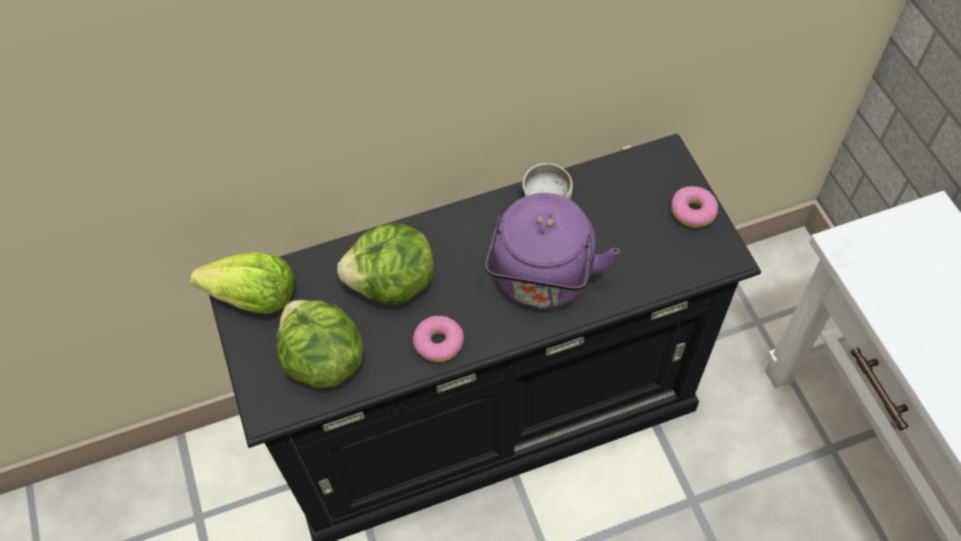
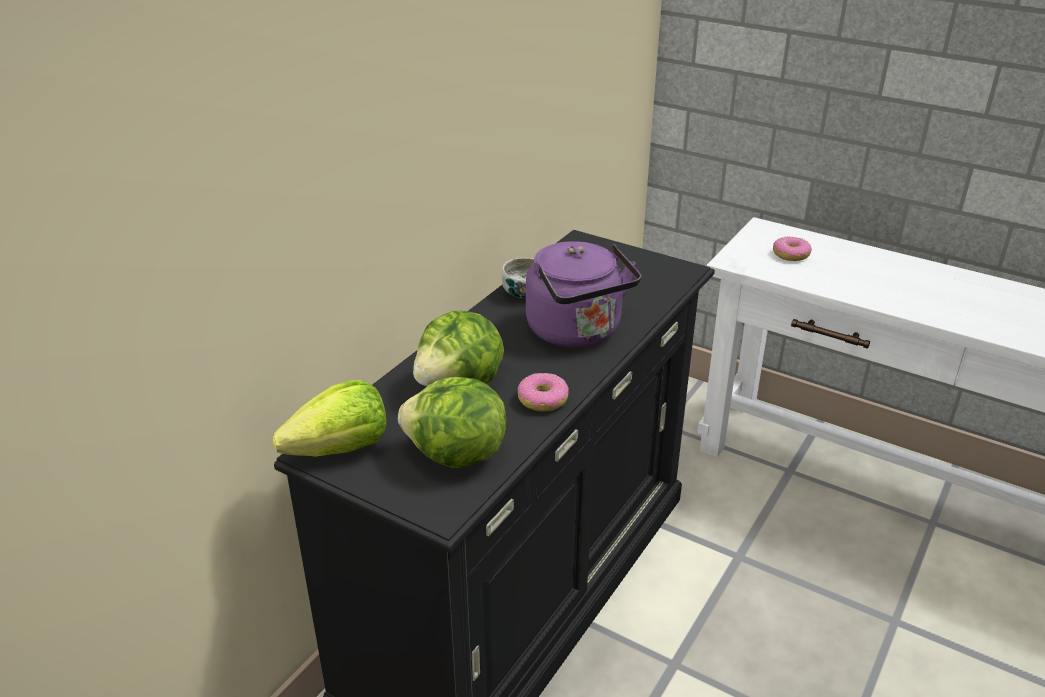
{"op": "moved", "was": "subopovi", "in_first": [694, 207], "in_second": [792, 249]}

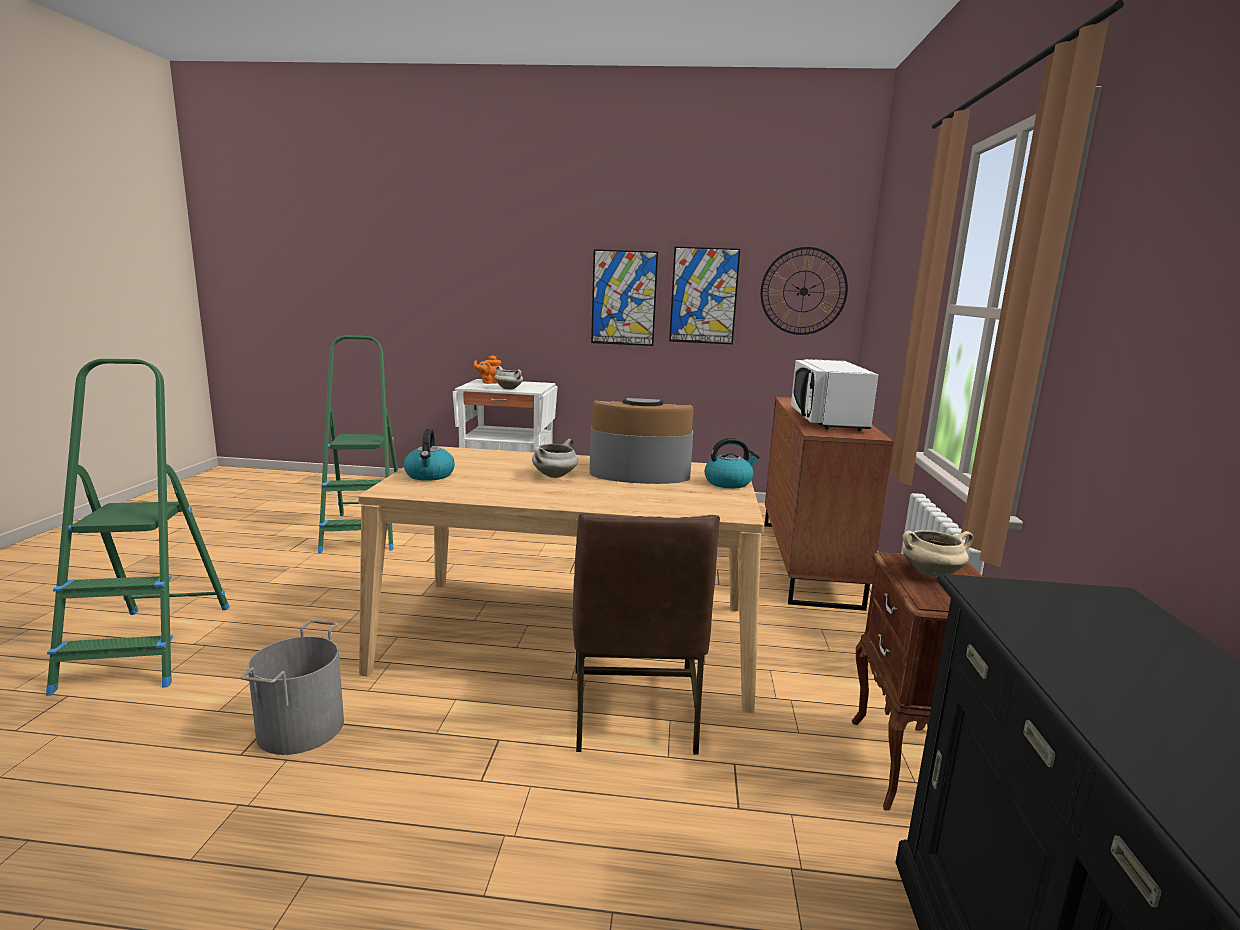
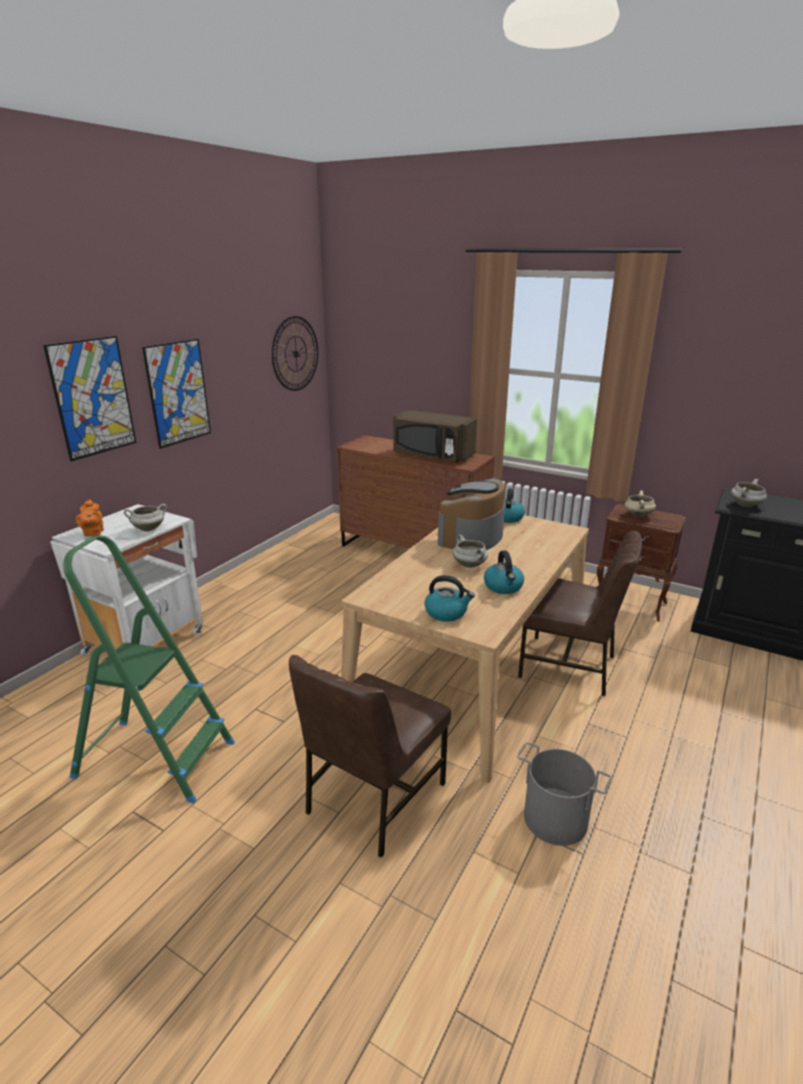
{"op": "removed", "was": "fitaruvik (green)", "in_first": [138, 527]}
{"op": "moved", "was": "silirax", "in_first": [704, 295], "in_second": [89, 398]}
{"op": "recoloured", "was": "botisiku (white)", "now": "botisiku (brown)", "in_first": [834, 395], "in_second": [435, 436]}
{"op": "added", "now": "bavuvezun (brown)", "in_second": [370, 756]}
{"op": "added", "now": "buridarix", "in_second": [504, 572]}
{"op": "added", "now": "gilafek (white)", "in_second": [749, 493]}

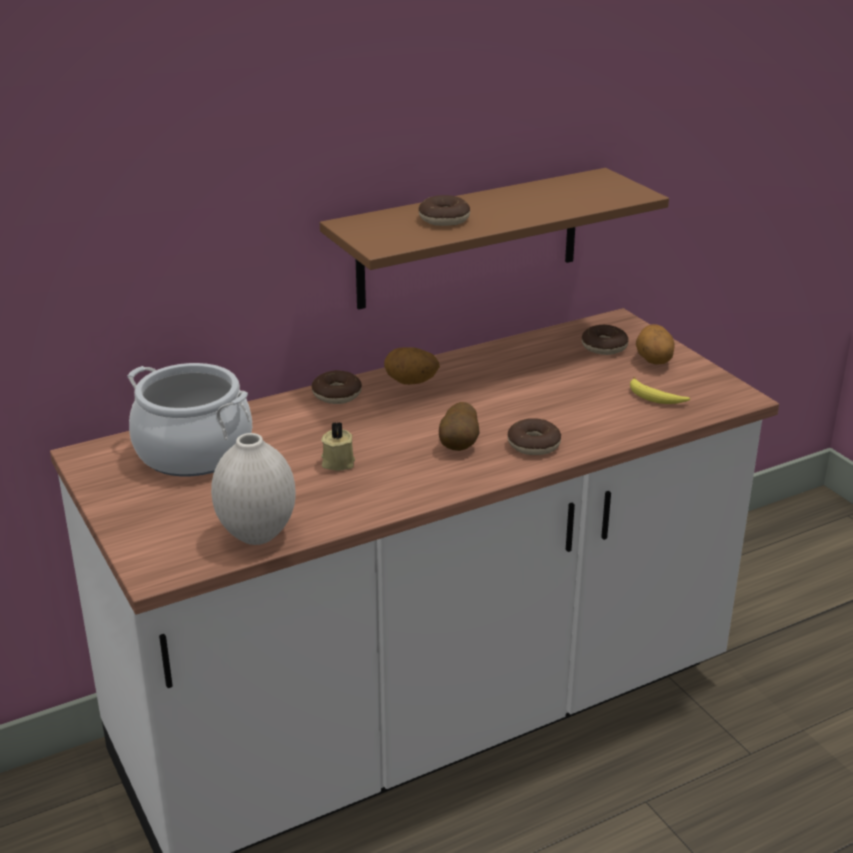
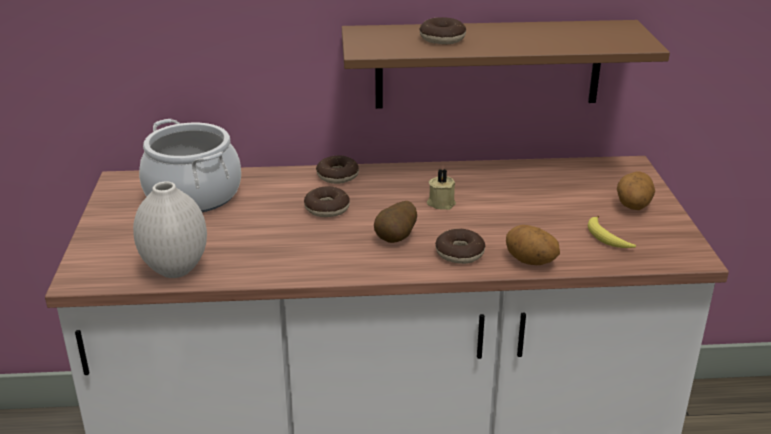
{"op": "moved", "was": "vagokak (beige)", "in_first": [338, 446], "in_second": [441, 189]}
{"op": "moved", "was": "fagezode", "in_first": [412, 366], "in_second": [533, 245]}
{"op": "moved", "was": "subopovi", "in_first": [605, 340], "in_second": [327, 201]}

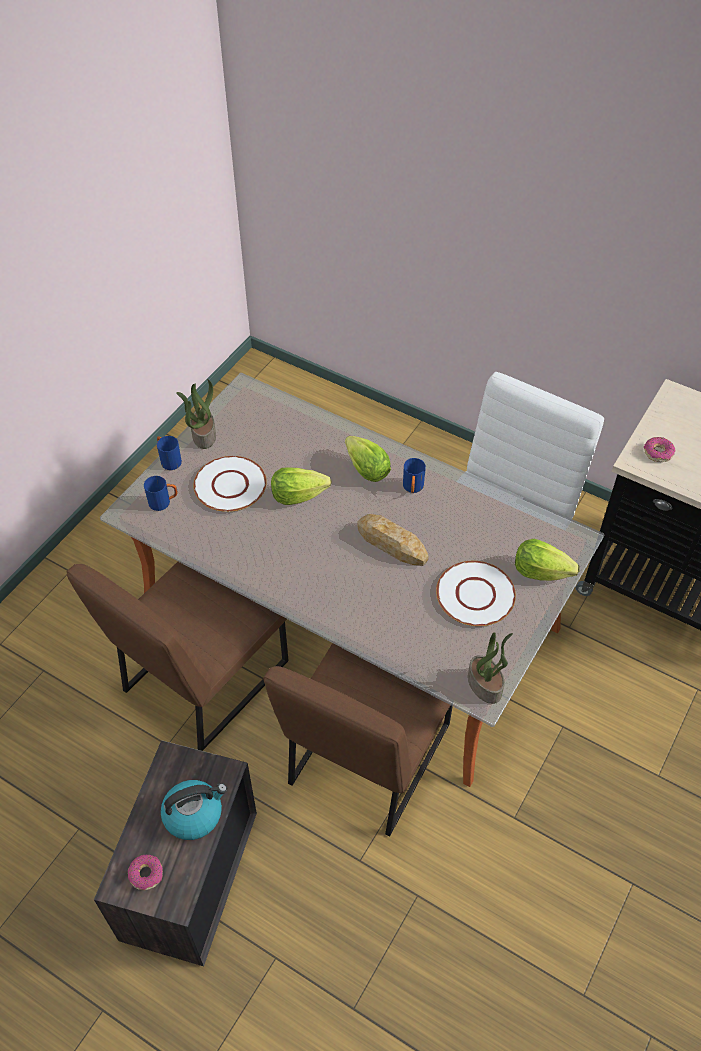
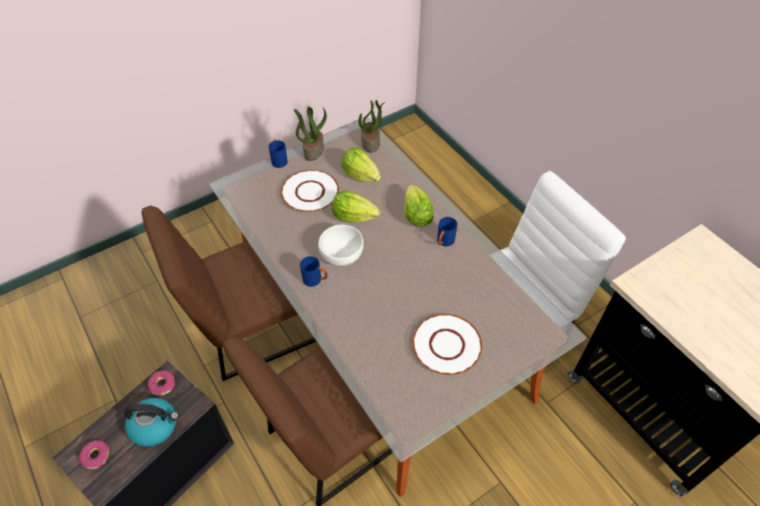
{"op": "moved", "was": "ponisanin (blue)", "in_first": [161, 493], "in_second": [314, 271]}
{"op": "removed", "was": "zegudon", "in_first": [393, 540]}
{"op": "moved", "was": "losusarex", "in_first": [490, 668], "in_second": [371, 126]}
{"op": "moved", "was": "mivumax", "in_first": [547, 560], "in_second": [361, 165]}
{"op": "moved", "was": "subopovi", "in_first": [660, 449], "in_second": [161, 382]}
{"op": "added", "now": "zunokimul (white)", "in_second": [341, 245]}

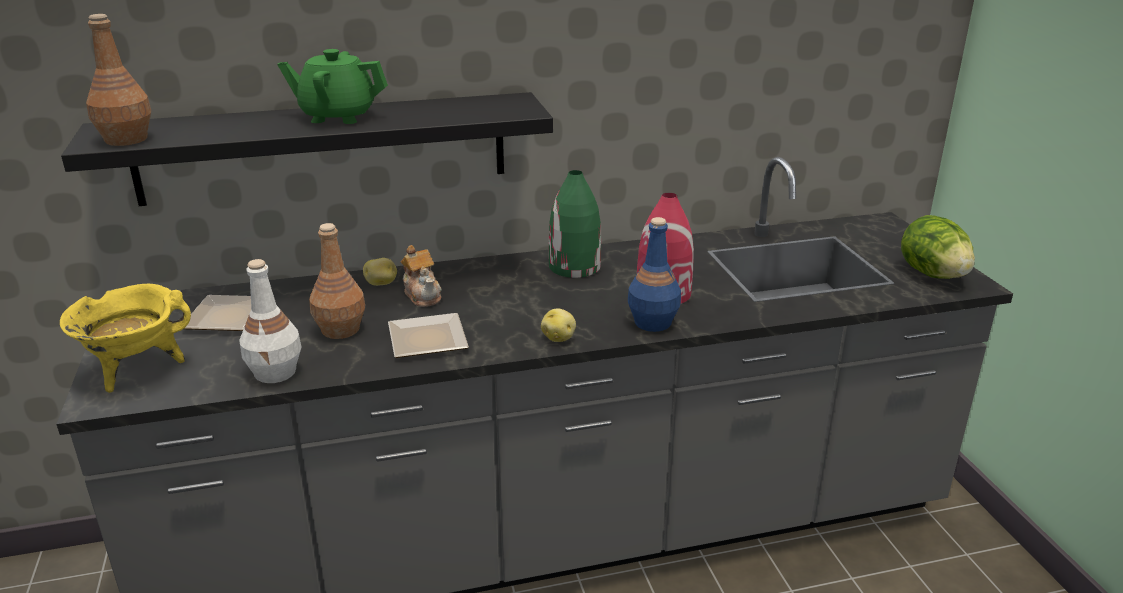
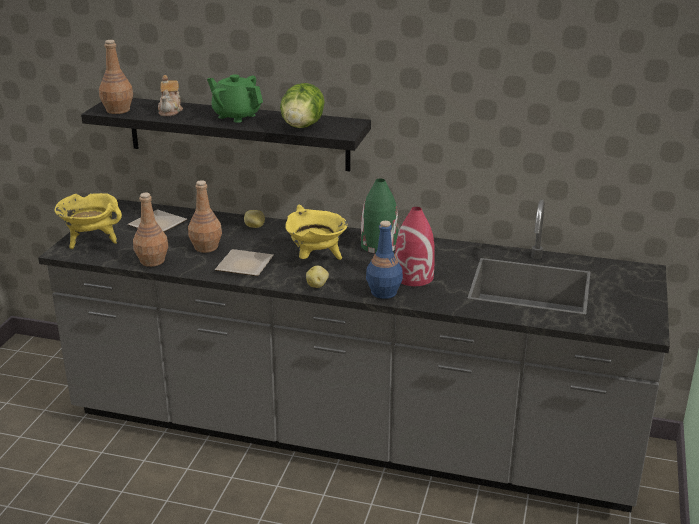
{"op": "recoloured", "was": "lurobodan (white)", "now": "lurobodan (brown)", "in_first": [270, 321], "in_second": [150, 230]}
{"op": "moved", "was": "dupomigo", "in_first": [421, 276], "in_second": [170, 95]}
{"op": "moved", "was": "mivumax", "in_first": [938, 247], "in_second": [302, 105]}
{"op": "added", "now": "gilafek (yellow)", "in_second": [316, 232]}

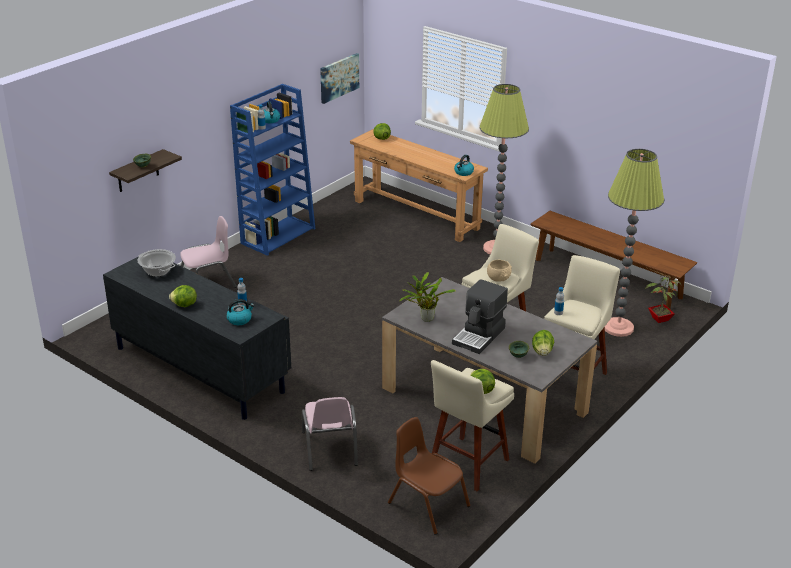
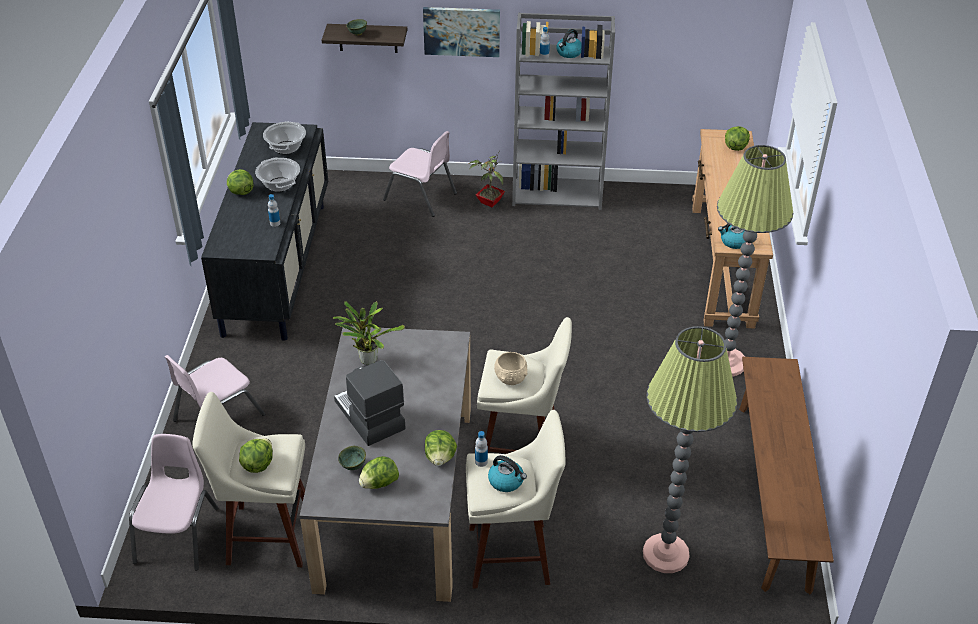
{"op": "moved", "was": "buridarix", "in_first": [240, 312], "in_second": [507, 473]}
{"op": "recoloured", "was": "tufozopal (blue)", "now": "tufozopal (grey)", "in_first": [272, 170], "in_second": [563, 111]}
{"op": "moved", "was": "silirax", "in_first": [339, 78], "in_second": [461, 32]}
{"op": "recoloured", "was": "bavuvezun (brown)", "now": "bavuvezun (pink)", "in_first": [429, 476], "in_second": [173, 502]}
{"op": "turned", "was": "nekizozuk", "in_first": [480, 316], "in_second": [370, 403], "clockwise": 60}
{"op": "moved", "was": "losusarex", "in_first": [663, 299], "in_second": [487, 179]}
{"op": "added", "now": "gilafek", "in_second": [277, 174]}
{"op": "added", "now": "mivumax", "in_second": [441, 448]}

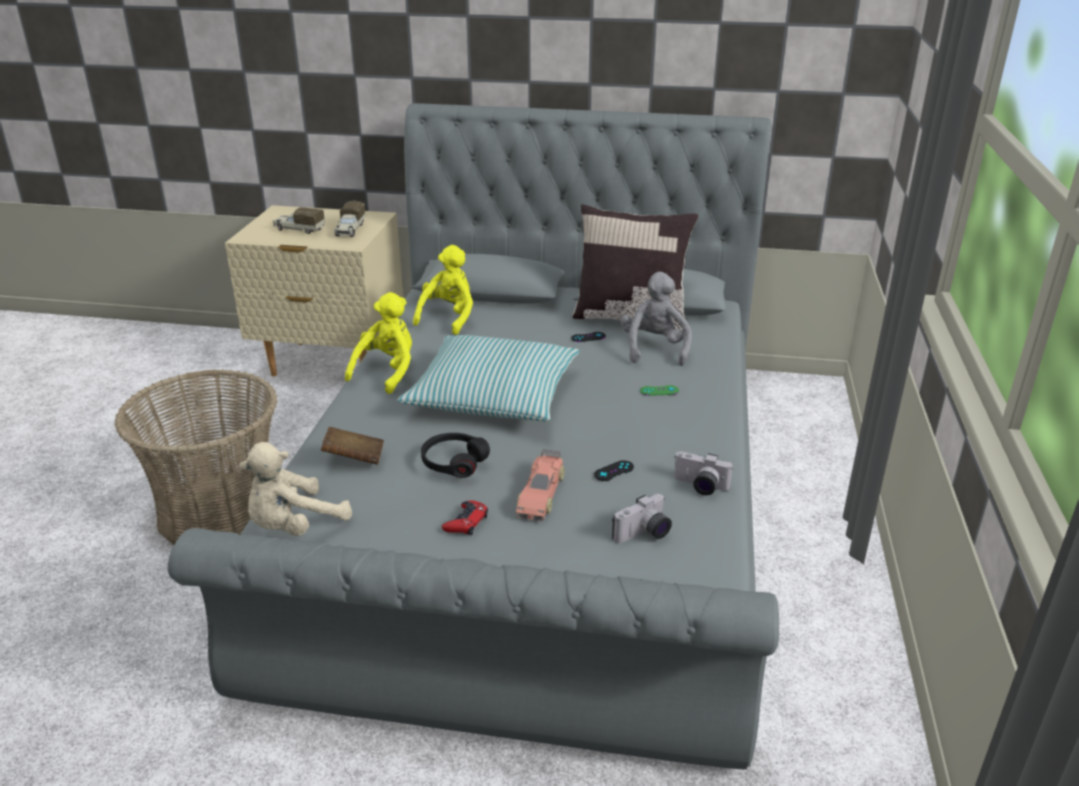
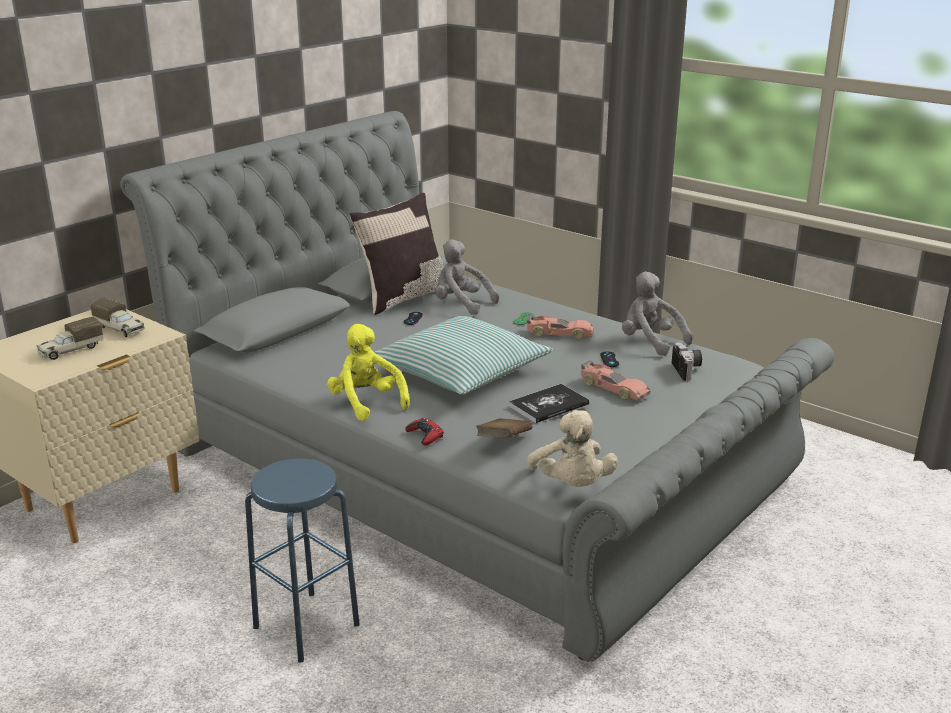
{"op": "replaced", "was": "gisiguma", "now": "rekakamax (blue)", "in_first": [196, 457], "in_second": [302, 560]}
{"op": "removed", "was": "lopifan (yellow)", "in_first": [443, 290]}
{"op": "replaced", "was": "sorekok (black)", "now": "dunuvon", "in_first": [455, 455], "in_second": [549, 403]}
{"op": "moved", "was": "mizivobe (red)", "in_first": [465, 517], "in_second": [424, 432]}
{"op": "replaced", "was": "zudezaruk", "now": "lopifan (grey)", "in_first": [703, 473], "in_second": [657, 314]}
{"op": "added", "now": "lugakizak", "in_second": [560, 327]}

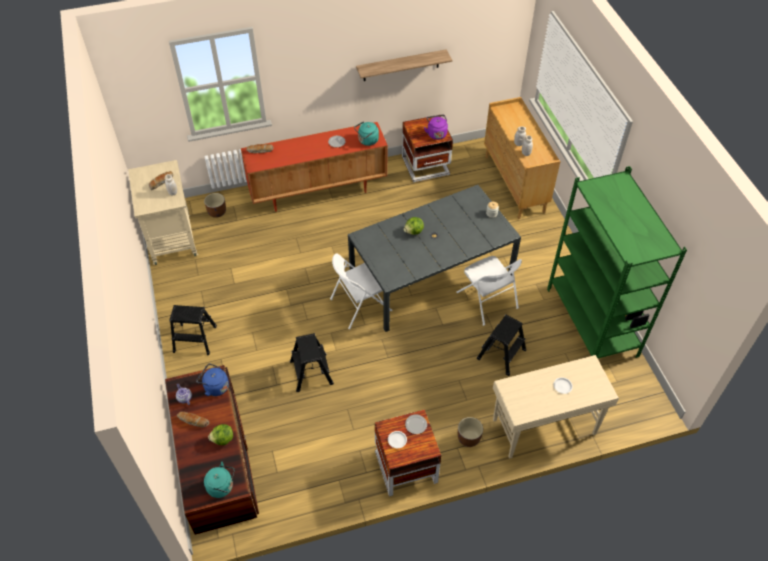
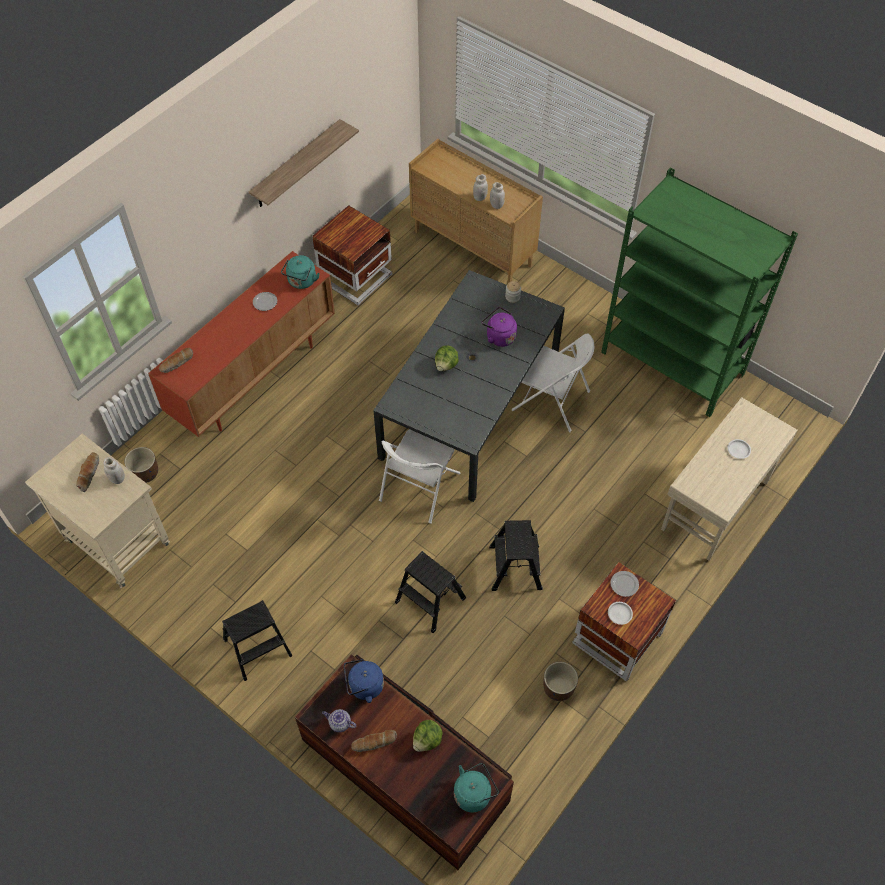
{"op": "moved", "was": "buridarix (purple)", "in_first": [436, 127], "in_second": [499, 327]}
{"op": "moved", "was": "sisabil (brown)", "in_first": [470, 432], "in_second": [560, 681]}
{"op": "moved", "was": "fitaruvik (black)", "in_first": [501, 345], "in_second": [516, 555]}

